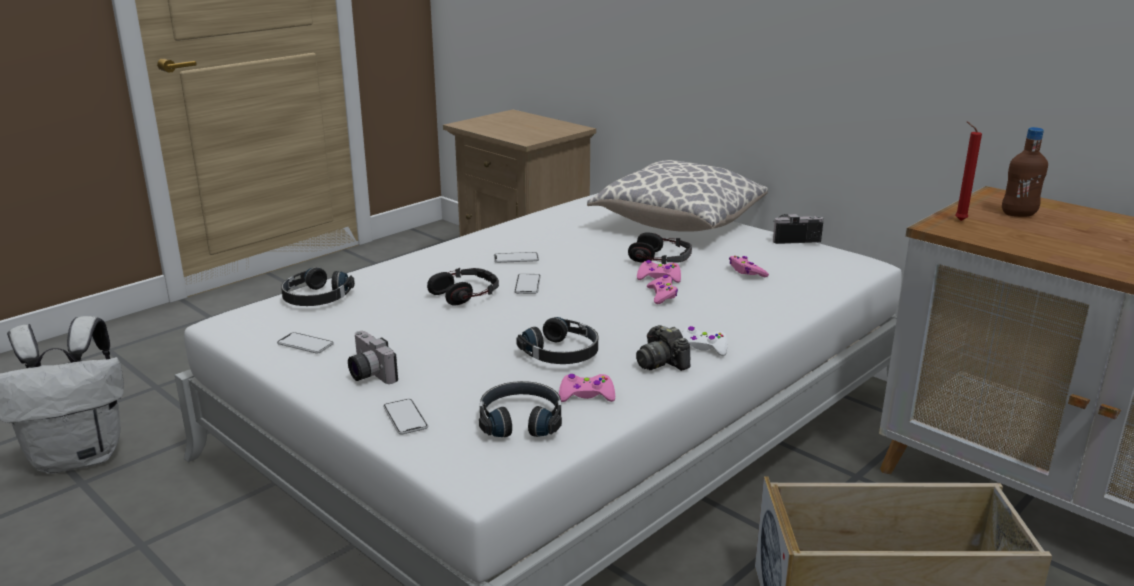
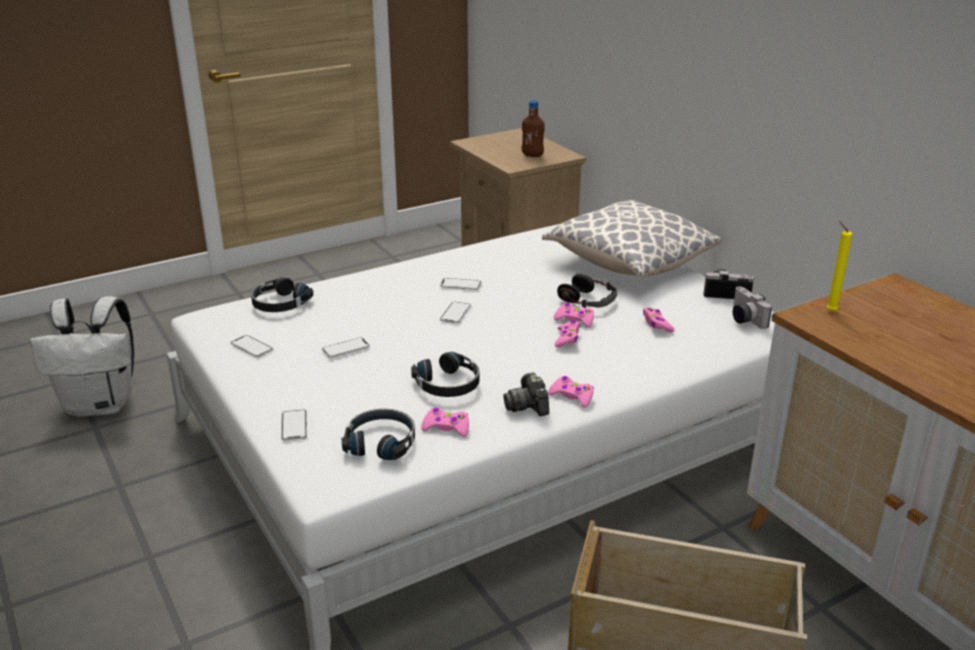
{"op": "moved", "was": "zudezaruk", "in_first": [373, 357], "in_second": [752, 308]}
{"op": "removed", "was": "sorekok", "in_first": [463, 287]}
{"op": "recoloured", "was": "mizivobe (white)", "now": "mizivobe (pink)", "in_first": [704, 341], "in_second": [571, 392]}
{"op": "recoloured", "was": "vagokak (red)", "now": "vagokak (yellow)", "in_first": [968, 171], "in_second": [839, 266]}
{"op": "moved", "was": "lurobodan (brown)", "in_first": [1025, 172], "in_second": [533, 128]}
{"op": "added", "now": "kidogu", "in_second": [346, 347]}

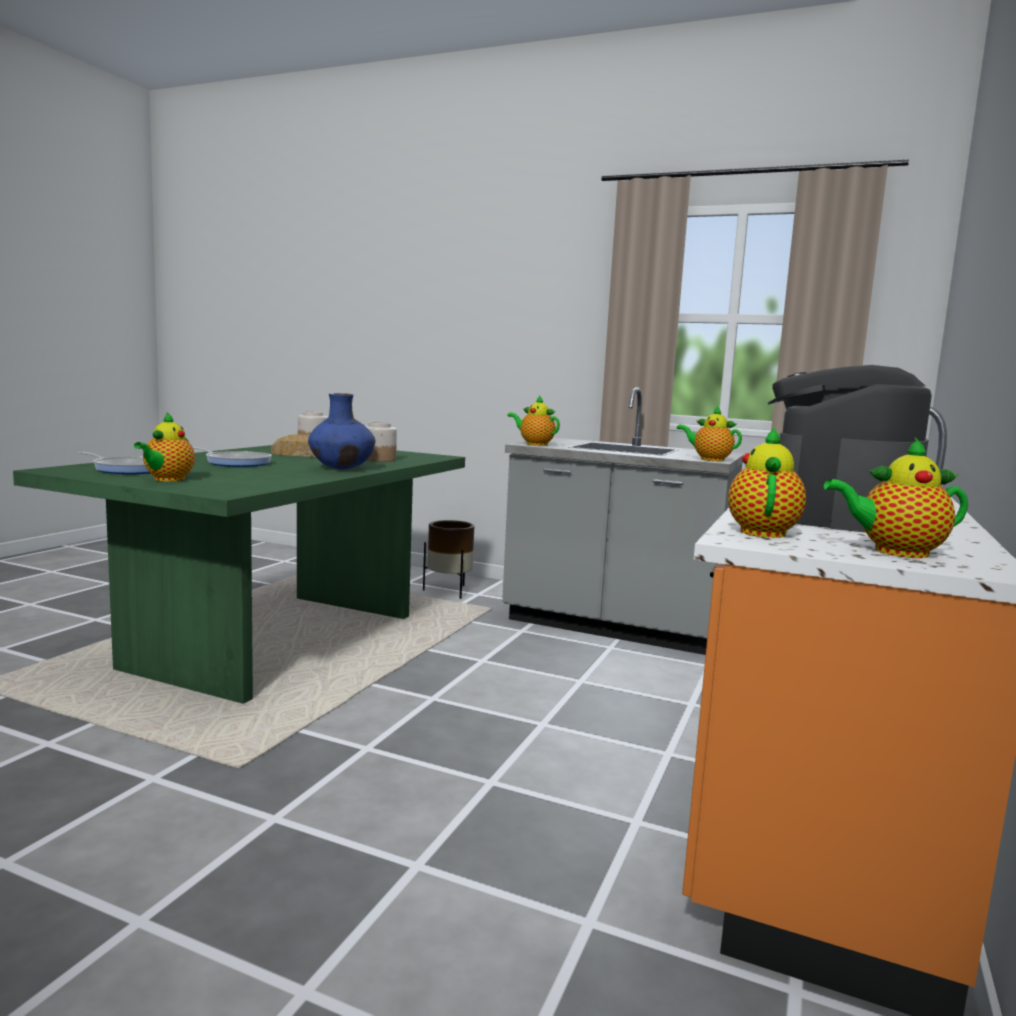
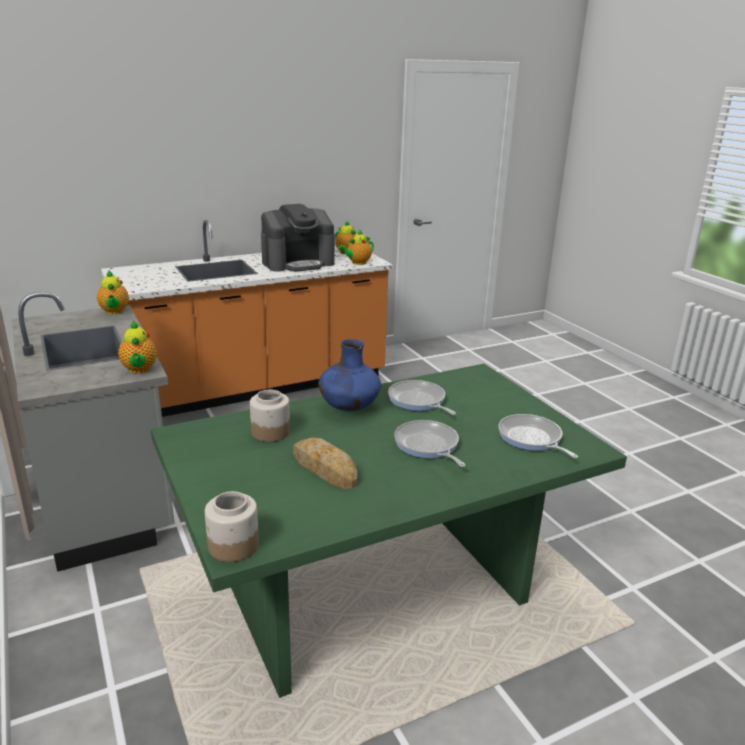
{"op": "removed", "was": "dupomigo", "in_first": [164, 446]}
{"op": "removed", "was": "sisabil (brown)", "in_first": [448, 559]}
{"op": "added", "now": "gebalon", "in_second": [422, 397]}

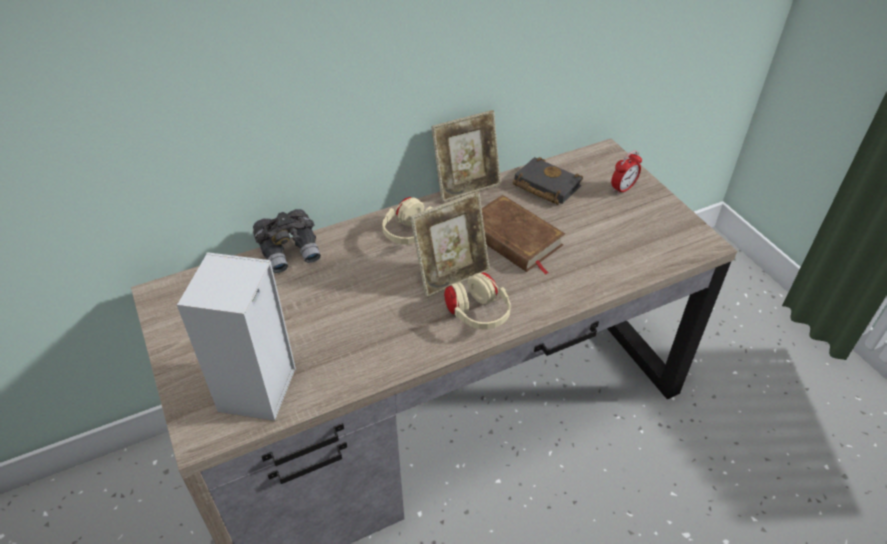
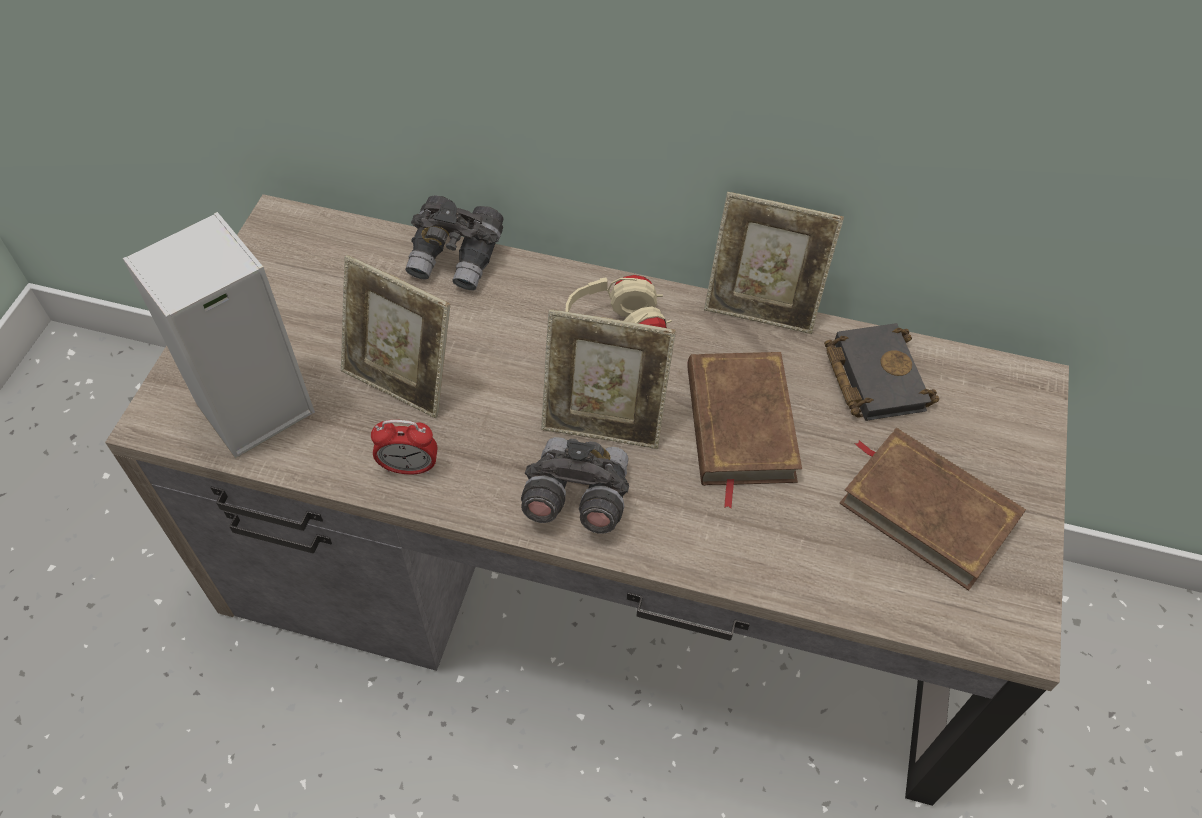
{"op": "replaced", "was": "sorekok (beige)", "now": "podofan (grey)", "in_first": [477, 300], "in_second": [575, 485]}
{"op": "moved", "was": "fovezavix", "in_first": [626, 172], "in_second": [404, 447]}
{"op": "added", "now": "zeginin", "in_second": [395, 336]}
{"op": "added", "now": "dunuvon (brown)", "in_second": [933, 509]}

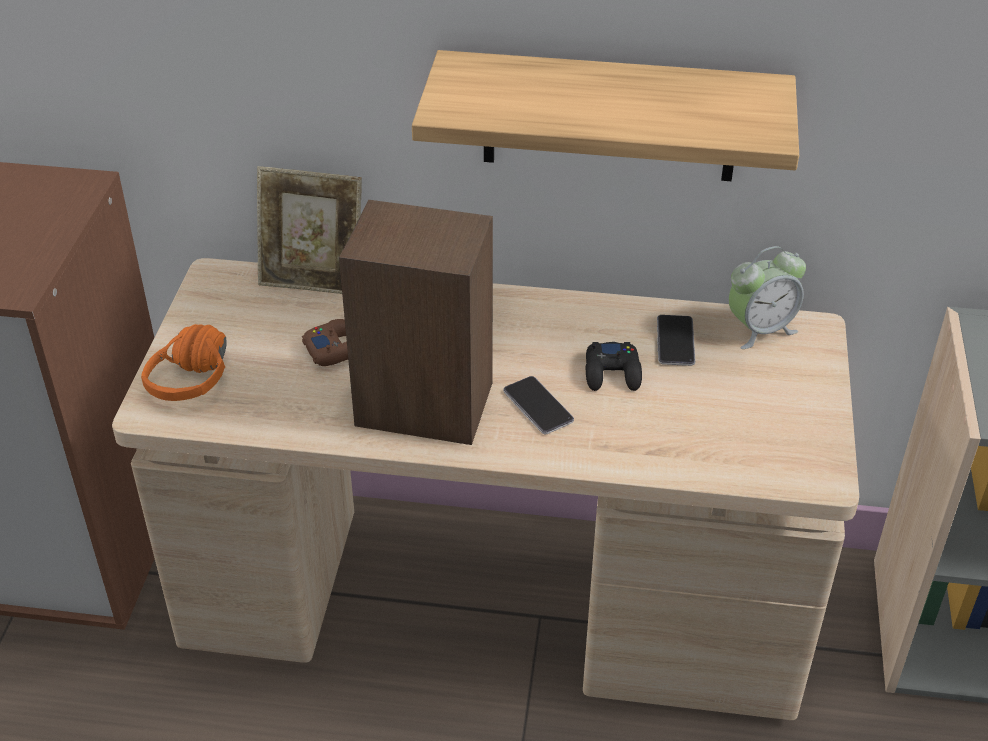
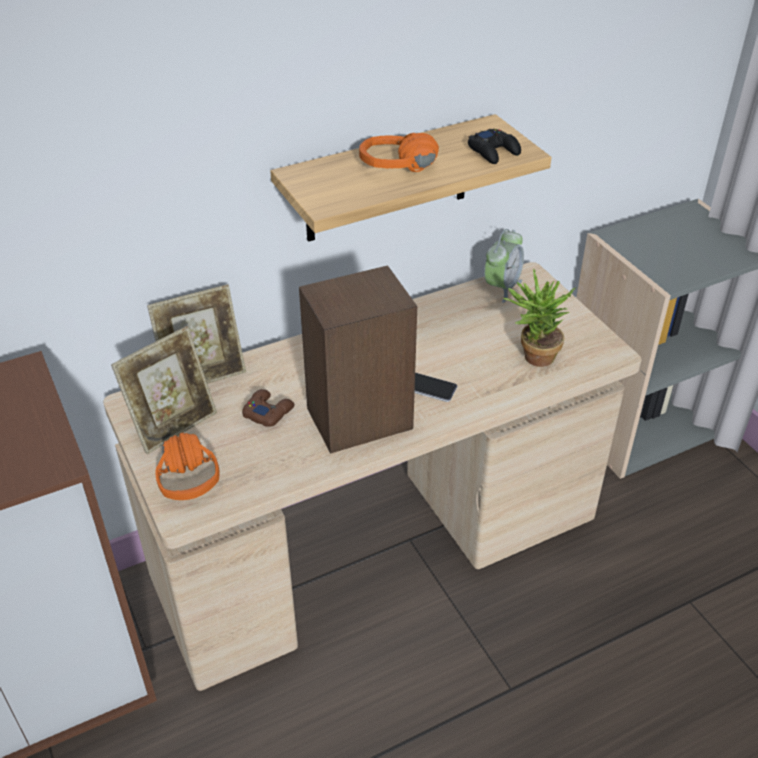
{"op": "moved", "was": "mizivobe (black)", "in_first": [613, 366], "in_second": [494, 146]}
{"op": "removed", "was": "kidogu", "in_first": [676, 340]}
{"op": "added", "now": "zeginin", "in_second": [164, 390]}
{"op": "added", "now": "sorekok (orange)", "in_second": [399, 152]}
{"op": "added", "now": "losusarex", "in_second": [539, 318]}

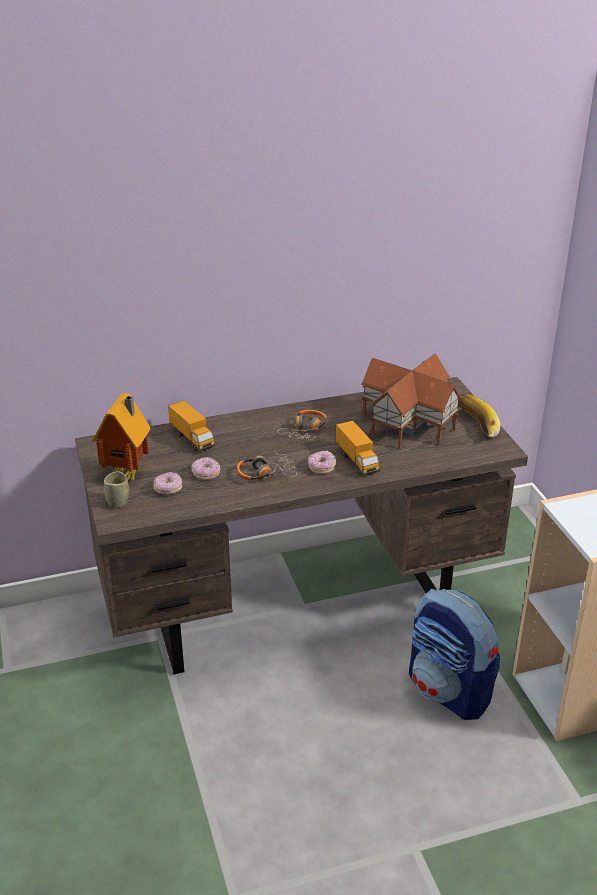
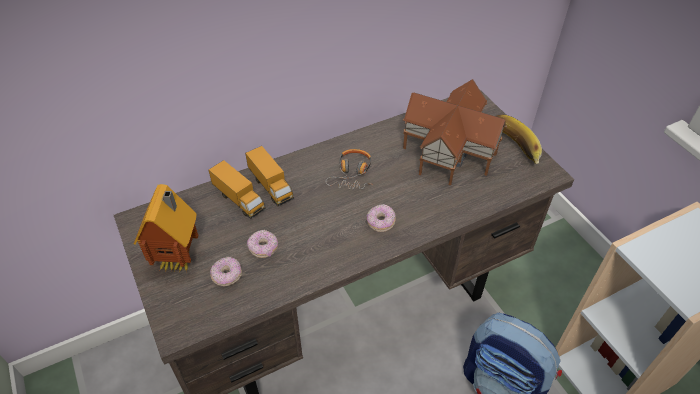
{"op": "removed", "was": "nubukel", "in_first": [116, 490]}
{"op": "removed", "was": "sorekok", "in_first": [267, 465]}
{"op": "moved", "was": "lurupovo", "in_first": [358, 448], "in_second": [269, 176]}

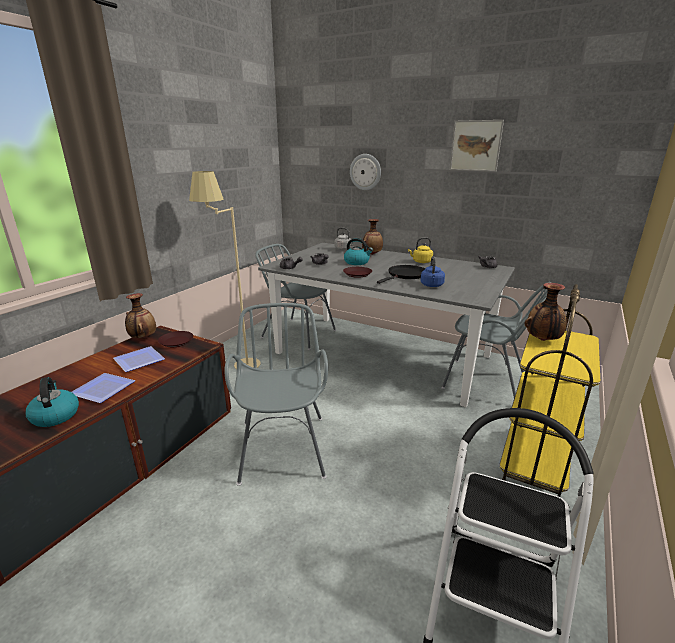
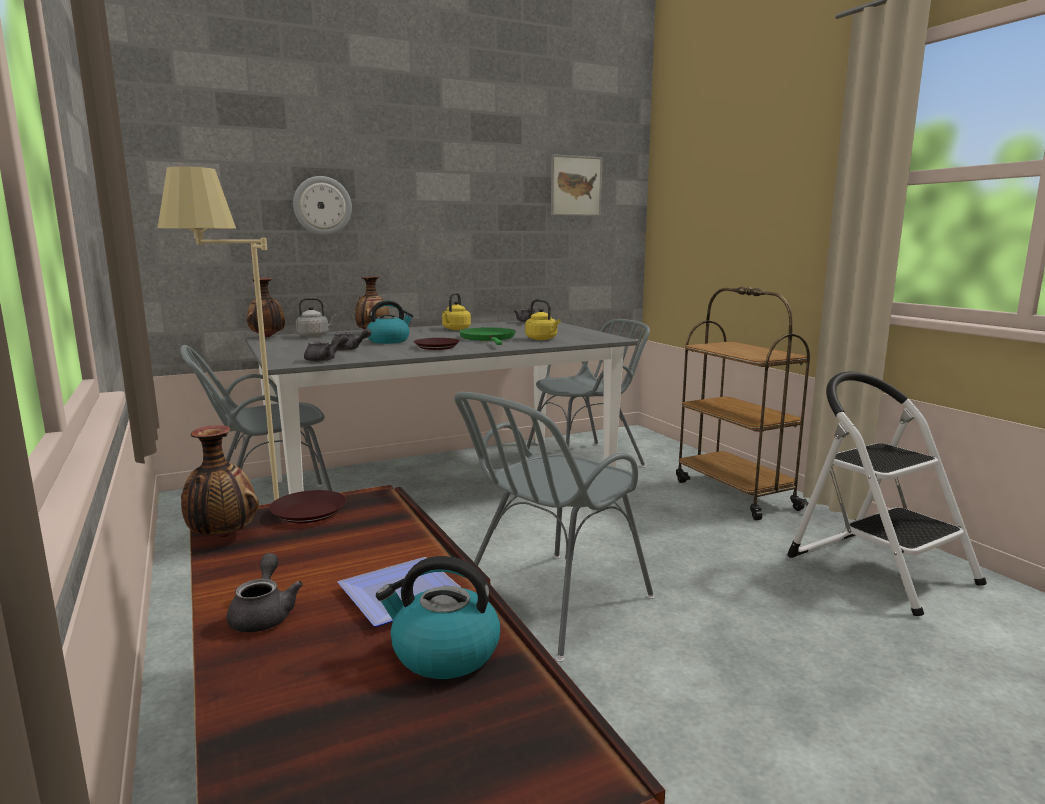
{"op": "removed", "was": "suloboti", "in_first": [139, 359]}
{"op": "turned", "was": "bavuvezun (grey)", "in_first": [276, 394], "in_second": [554, 527], "clockwise": -75}
{"op": "recoloured", "was": "gebalon (black)", "now": "gebalon (green)", "in_first": [401, 274], "in_second": [487, 336]}
{"op": "recoloured", "was": "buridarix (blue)", "now": "buridarix (yellow)", "in_first": [433, 271], "in_second": [543, 319]}
{"op": "moved", "was": "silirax", "in_first": [477, 146], "in_second": [576, 185]}
{"op": "recoloured", "was": "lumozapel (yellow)", "now": "lumozapel (brown)", "in_first": [550, 390], "in_second": [743, 403]}
{"op": "moved", "was": "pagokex", "in_first": [546, 312], "in_second": [266, 307]}
{"op": "added", "now": "dupomigo (grey)", "in_second": [265, 592]}

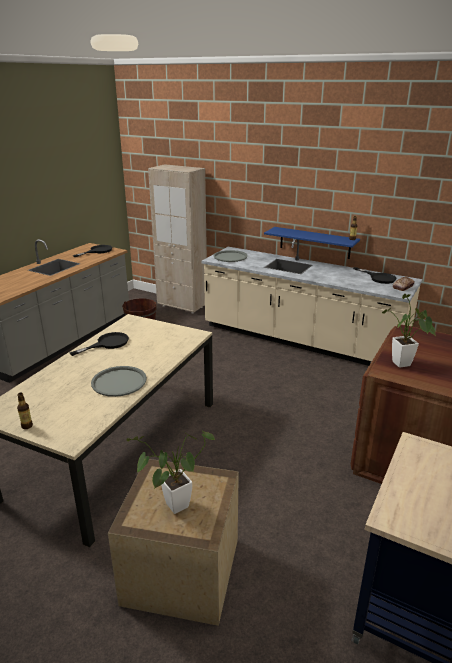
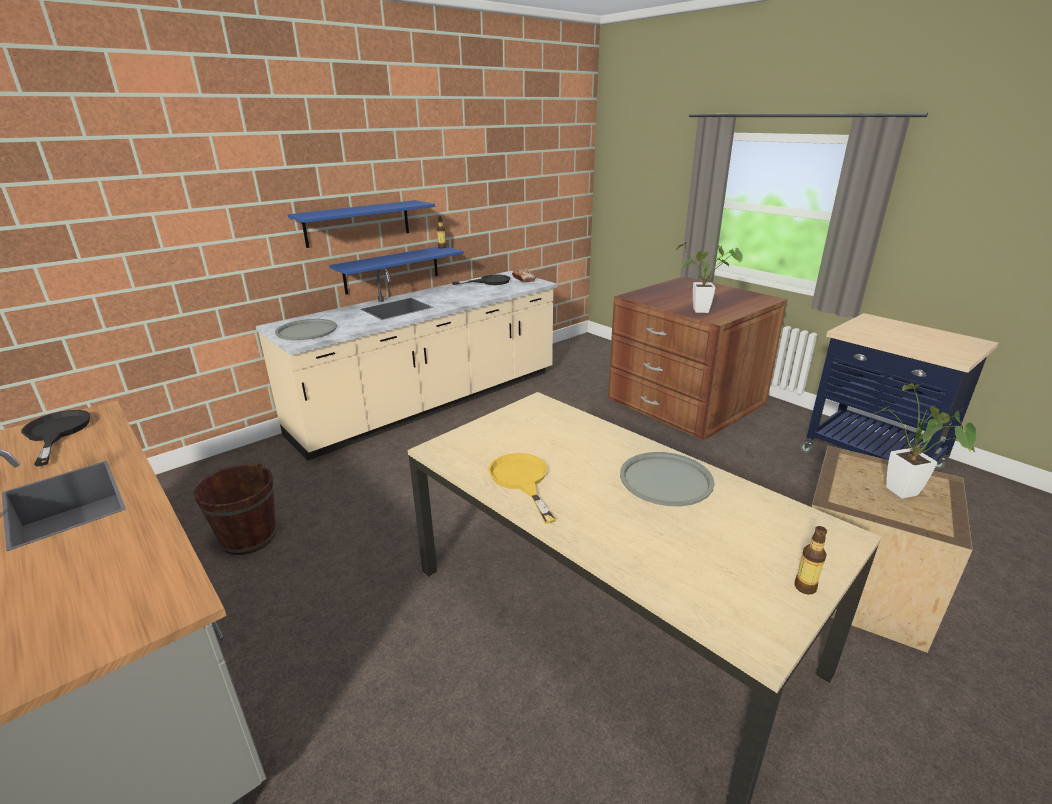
{"op": "recoloured", "was": "gebalon (black)", "now": "gebalon (yellow)", "in_first": [99, 344], "in_second": [522, 488]}
{"op": "removed", "was": "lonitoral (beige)", "in_first": [177, 239]}
{"op": "added", "now": "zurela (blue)", "in_second": [361, 224]}

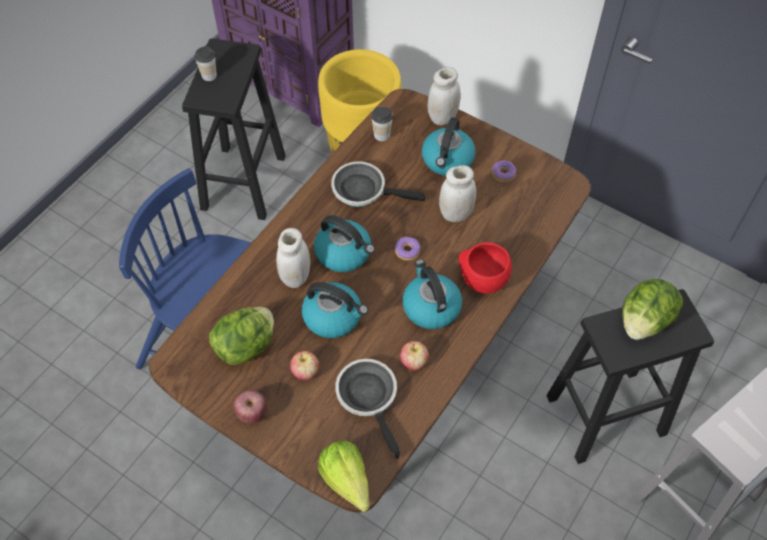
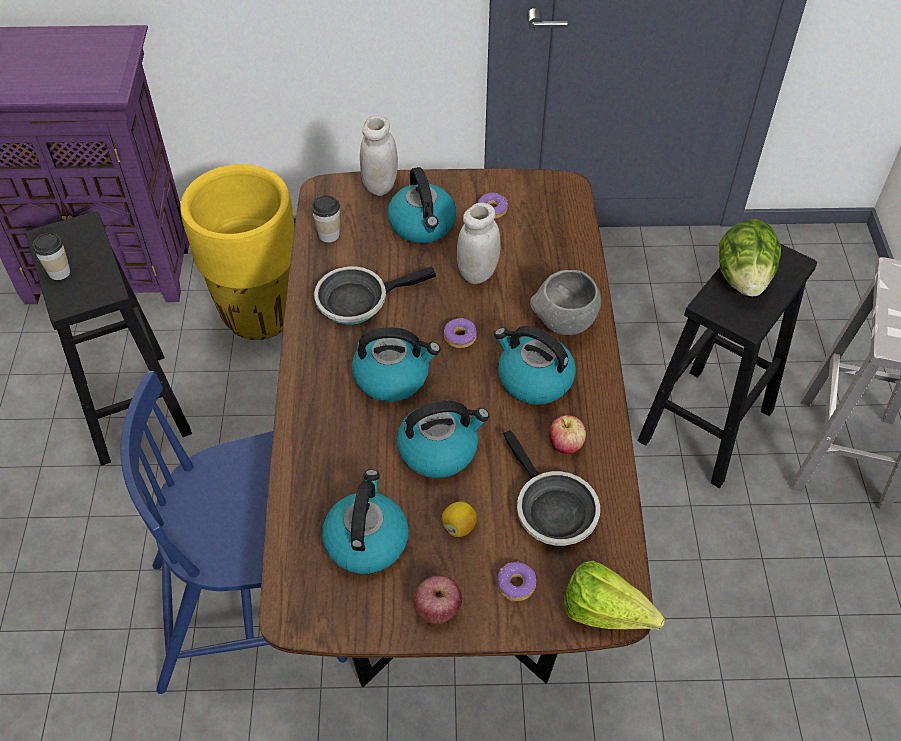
{"op": "replaced", "was": "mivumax", "now": "buridarix", "in_first": [241, 336], "in_second": [365, 522]}
{"op": "removed", "was": "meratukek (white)", "in_first": [293, 258]}
{"op": "replaced", "was": "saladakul", "now": "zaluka", "in_first": [304, 365], "in_second": [459, 519]}
{"op": "turned", "was": "gebalon", "in_first": [367, 409], "in_second": [551, 488], "clockwise": -150}
{"op": "recoloured", "was": "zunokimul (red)", "now": "zunokimul (grey)", "in_first": [485, 268], "in_second": [565, 302]}
{"op": "added", "now": "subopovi", "in_second": [516, 581]}

